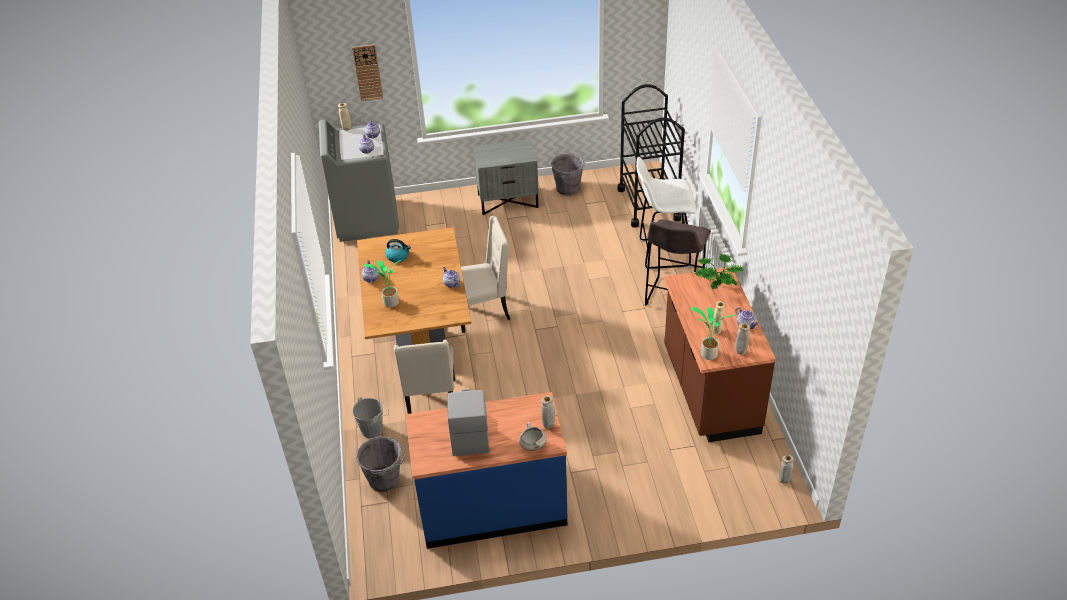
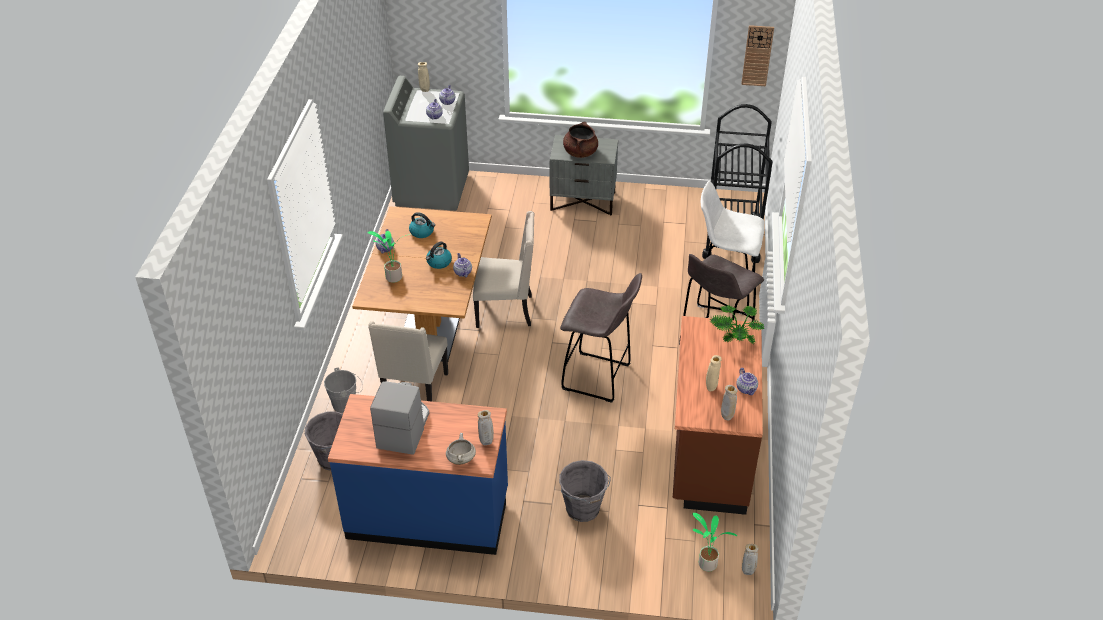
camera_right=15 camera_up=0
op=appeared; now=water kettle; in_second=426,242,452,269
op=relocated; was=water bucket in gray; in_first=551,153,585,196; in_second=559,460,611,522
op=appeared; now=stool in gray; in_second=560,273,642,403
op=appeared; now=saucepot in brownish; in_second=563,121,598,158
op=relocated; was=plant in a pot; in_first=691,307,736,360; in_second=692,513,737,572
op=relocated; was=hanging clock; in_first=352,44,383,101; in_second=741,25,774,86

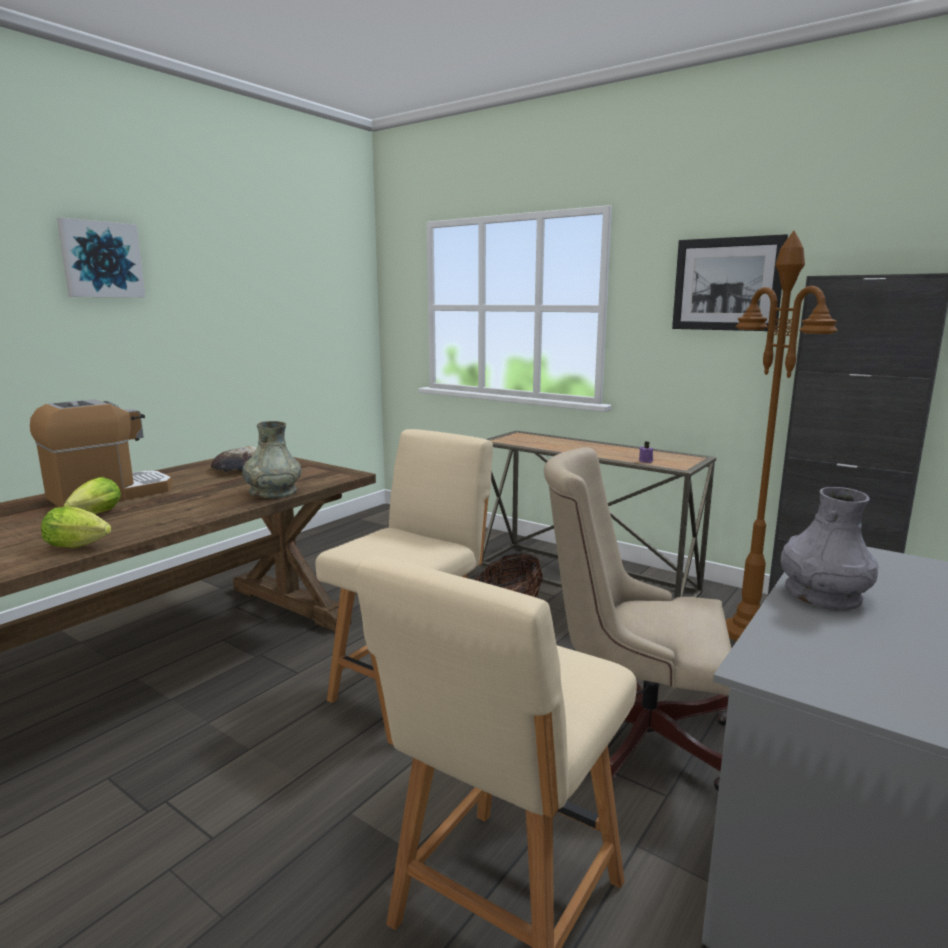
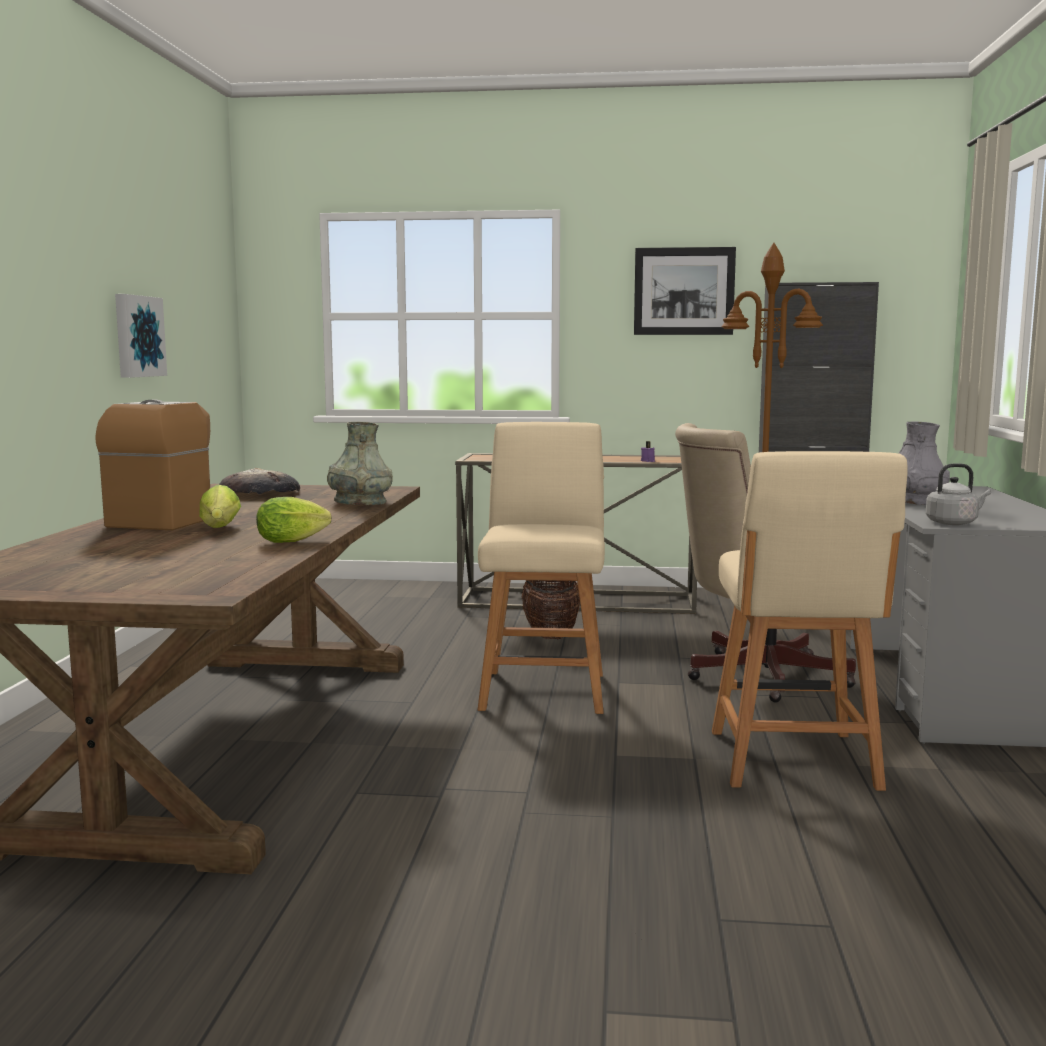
camera_right=-30 camera_up=-5
op=relocated; was=wall art; in_first=57,218,146,297; in_second=115,294,167,378
op=appeared; now=water kettle in gray; in_second=926,463,991,525

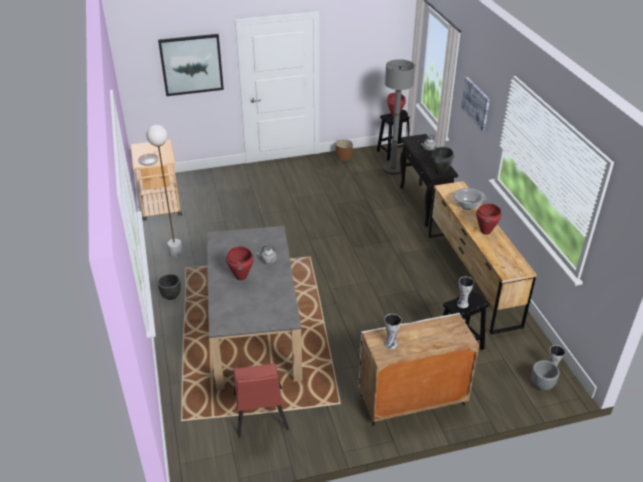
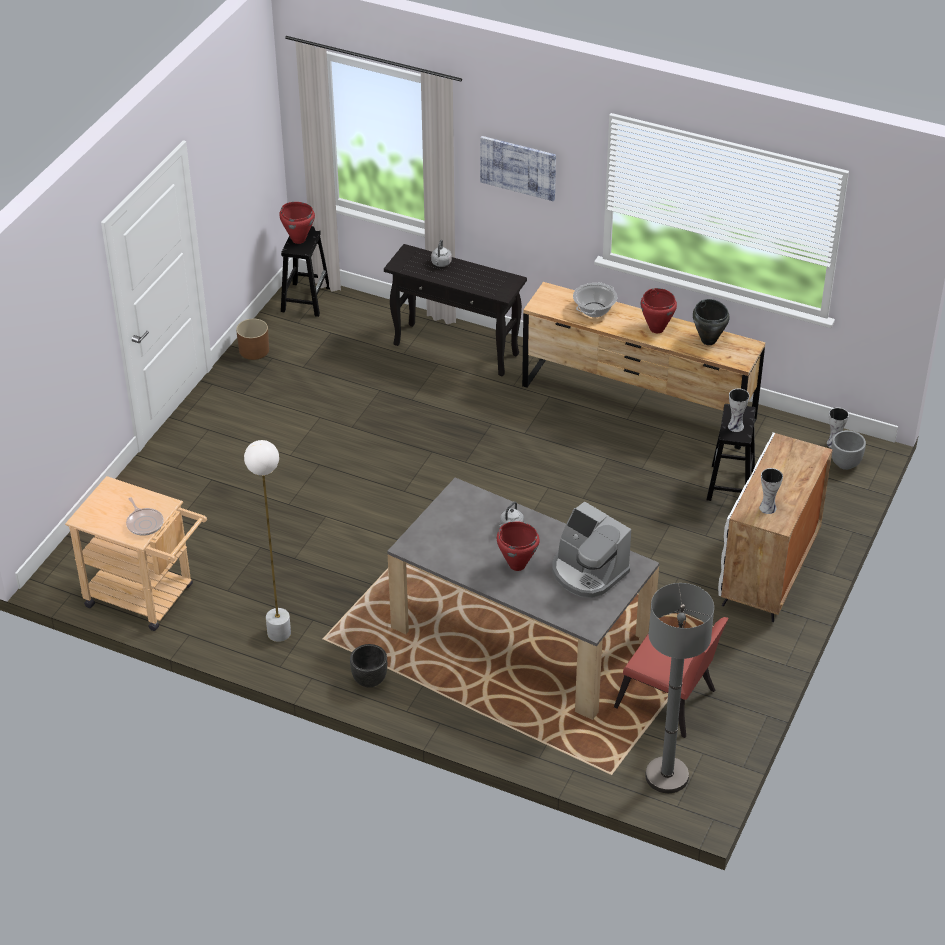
camera_right=-50 camera_up=5
op=appeared; now=coffee brewer; in_second=552,501,631,598
op=relocated; was=standing lamp in gray; in_first=383,59,415,175; in_second=645,583,714,793
op=relocated; was=saucepot in blackish; in_first=432,147,454,175; in_second=693,299,730,345
op=missing; was=wall art; in_first=158,34,224,96

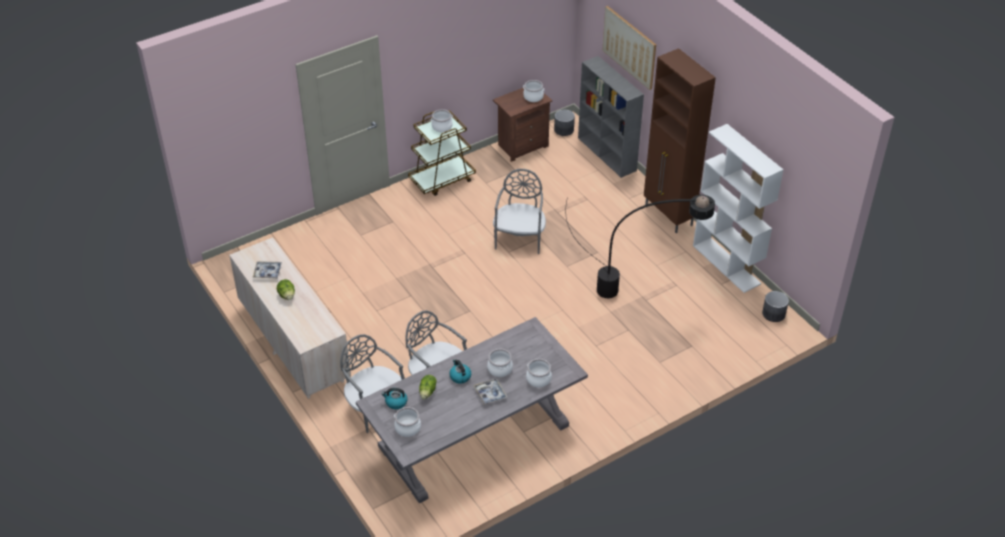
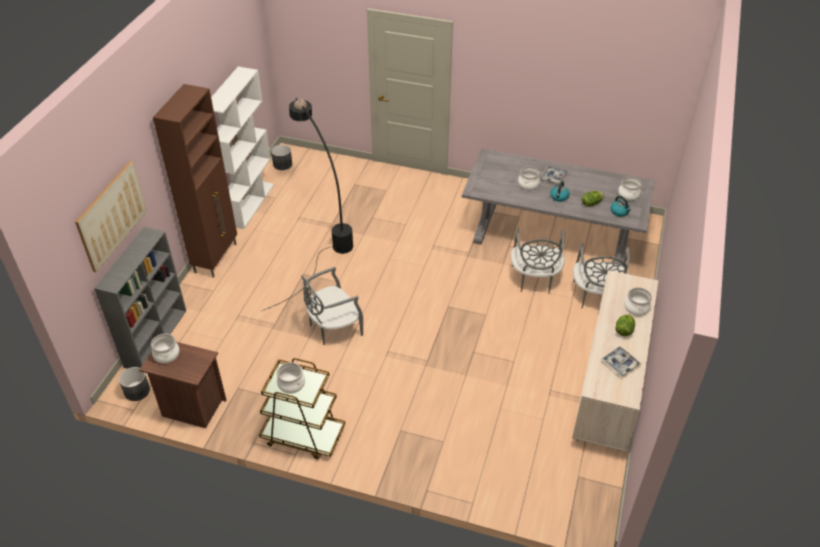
camera_right=-130 camera_up=0
op=relocated; was=saucepot; in_first=526,359,552,387; in_second=624,287,652,316

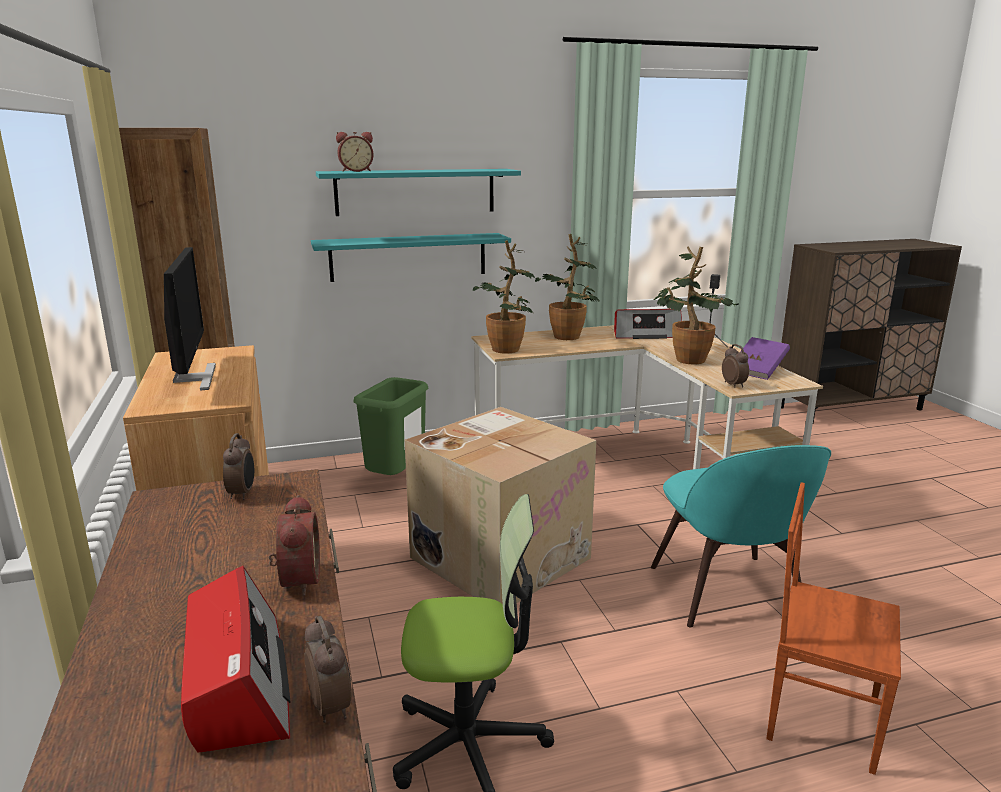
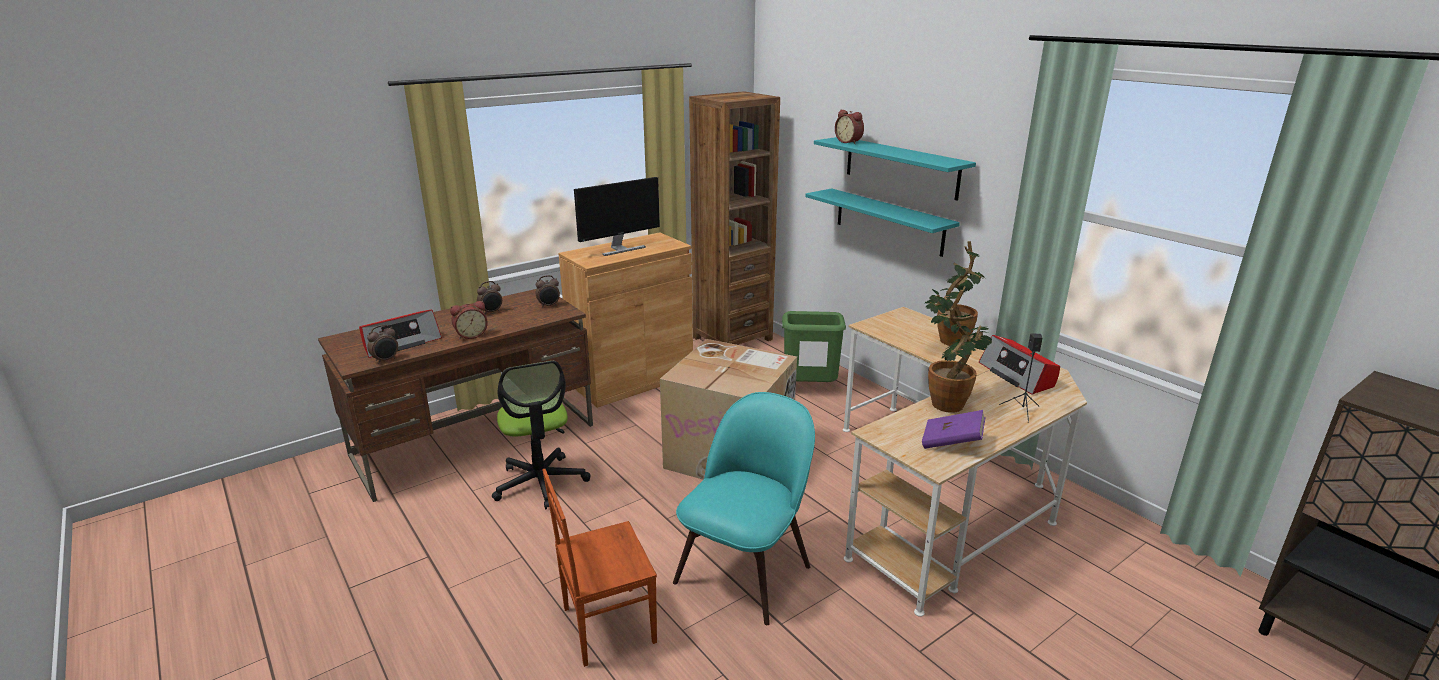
camera_right=70 camera_up=5
op=relocated; was=table clock; in_first=722,344,749,388; in_second=477,281,502,315
op=spun; was=chair in brownish; in_first=766,482,901,775; in_second=542,469,657,667; clockwise=-120
op=spun; was=chair in turquoise; in_first=651,445,831,627; in_second=673,392,815,625; clockwise=150
op=missing; was=plant in a pot; in_first=473,240,535,354

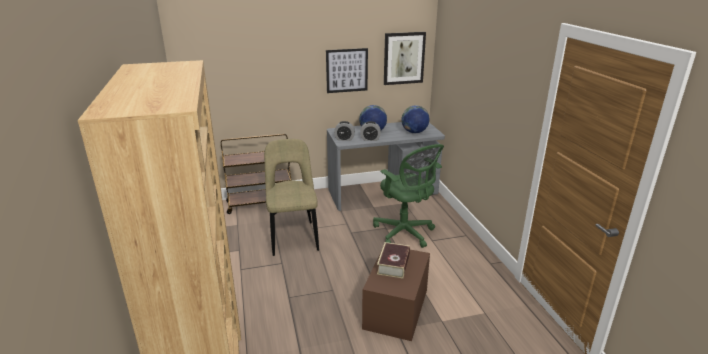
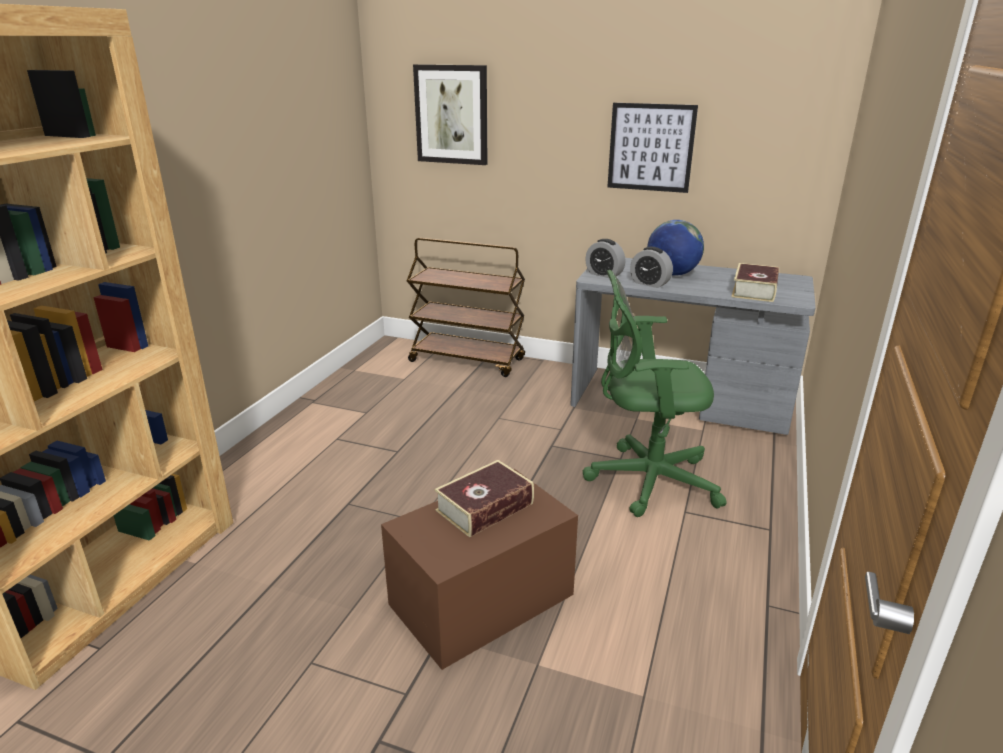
camera_right=35 camera_up=0
op=relocated; was=wall art; in_first=384,32,426,85; in_second=413,64,488,165
op=spun; was=office chair in green; in_first=373,144,444,248; in_second=583,270,727,517; clockwise=90
op=exchanged; was=globe; now=bound book; in_first=401,105,429,133; in_second=731,263,779,302
op=missing; was=chair in sand-coloured; in_first=264,139,319,256

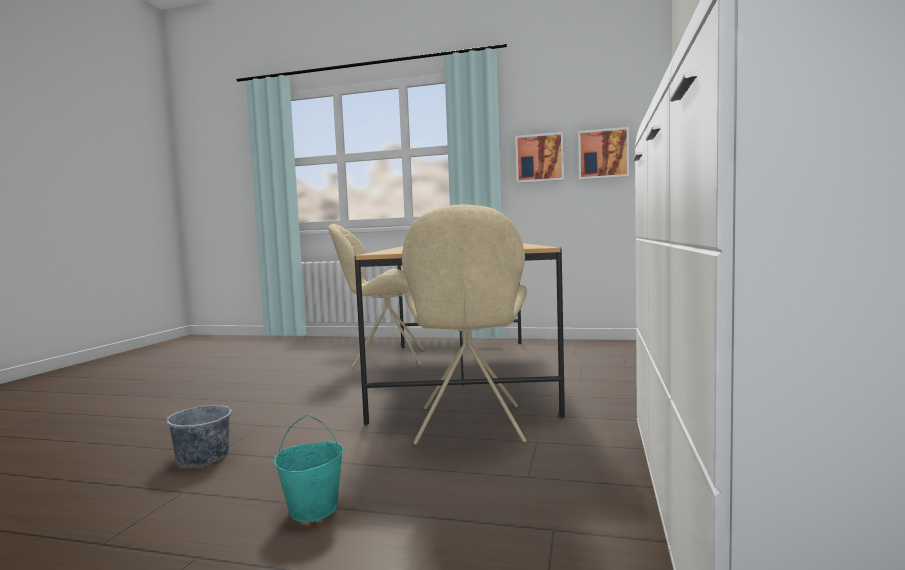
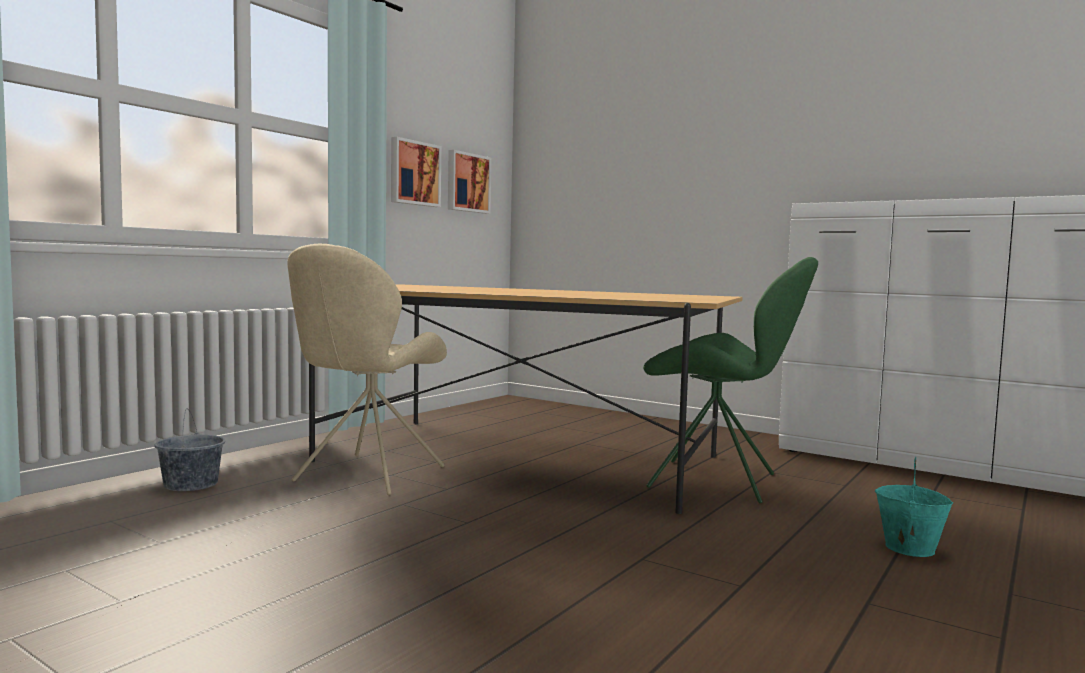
camera_right=-70 camera_up=0
op=relocated; was=water bucket in gray; in_first=166,381,232,467; in_second=154,408,225,491
op=colour; was=chair in sand-coloured; now=chair in green; in_first=402,204,527,445; in_second=643,257,818,503

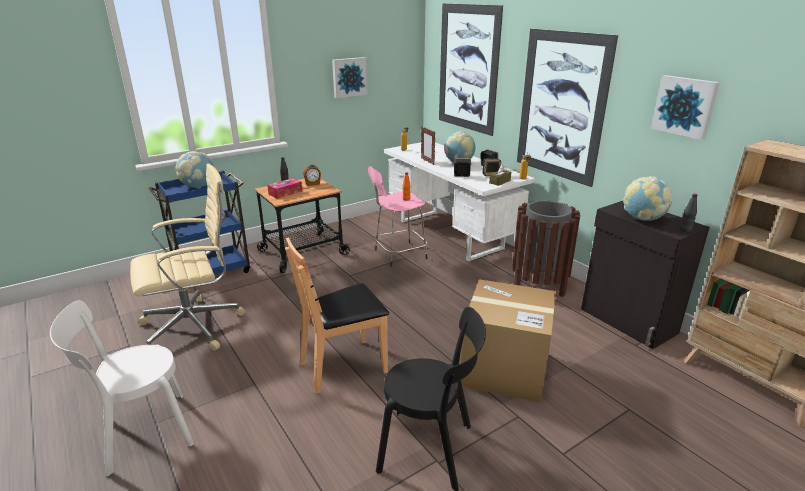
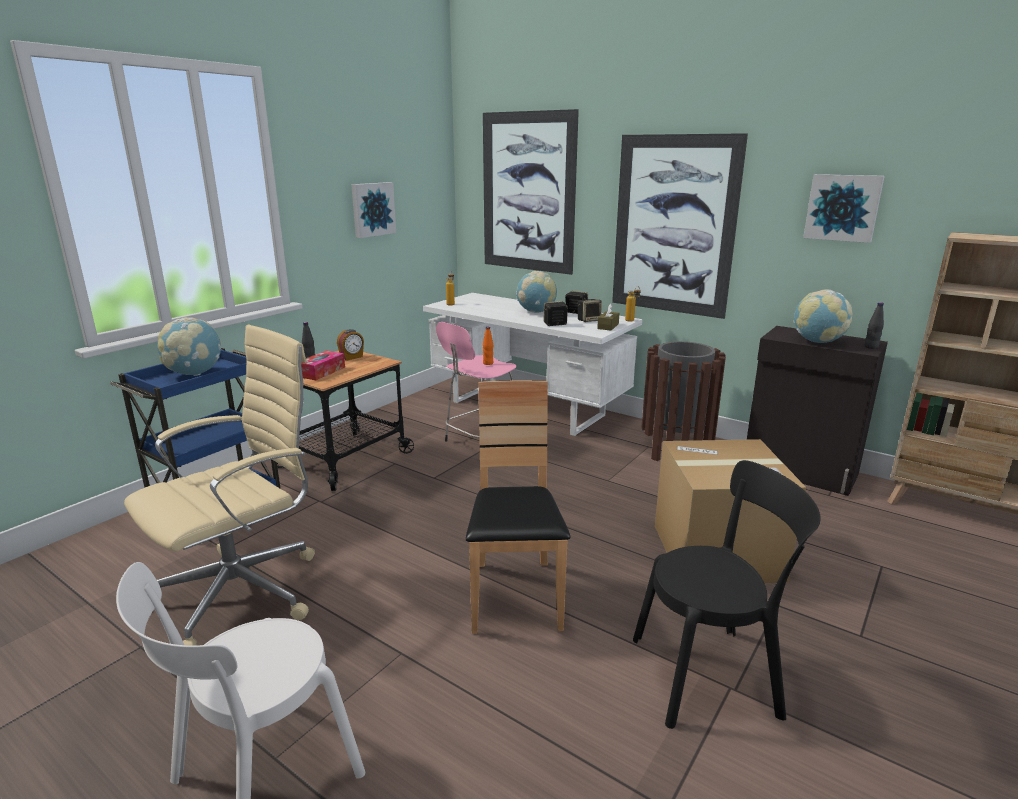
camera_right=-20 camera_up=-5
op=spun; was=chair in brownish; in_first=285,237,389,394; in_second=466,380,571,634; clockwise=135
op=missing; was=standing frame; in_first=421,127,436,165

